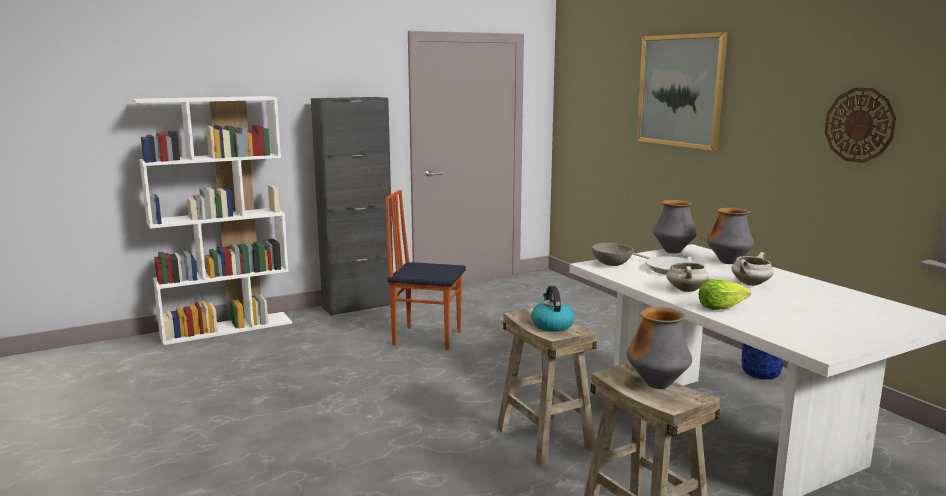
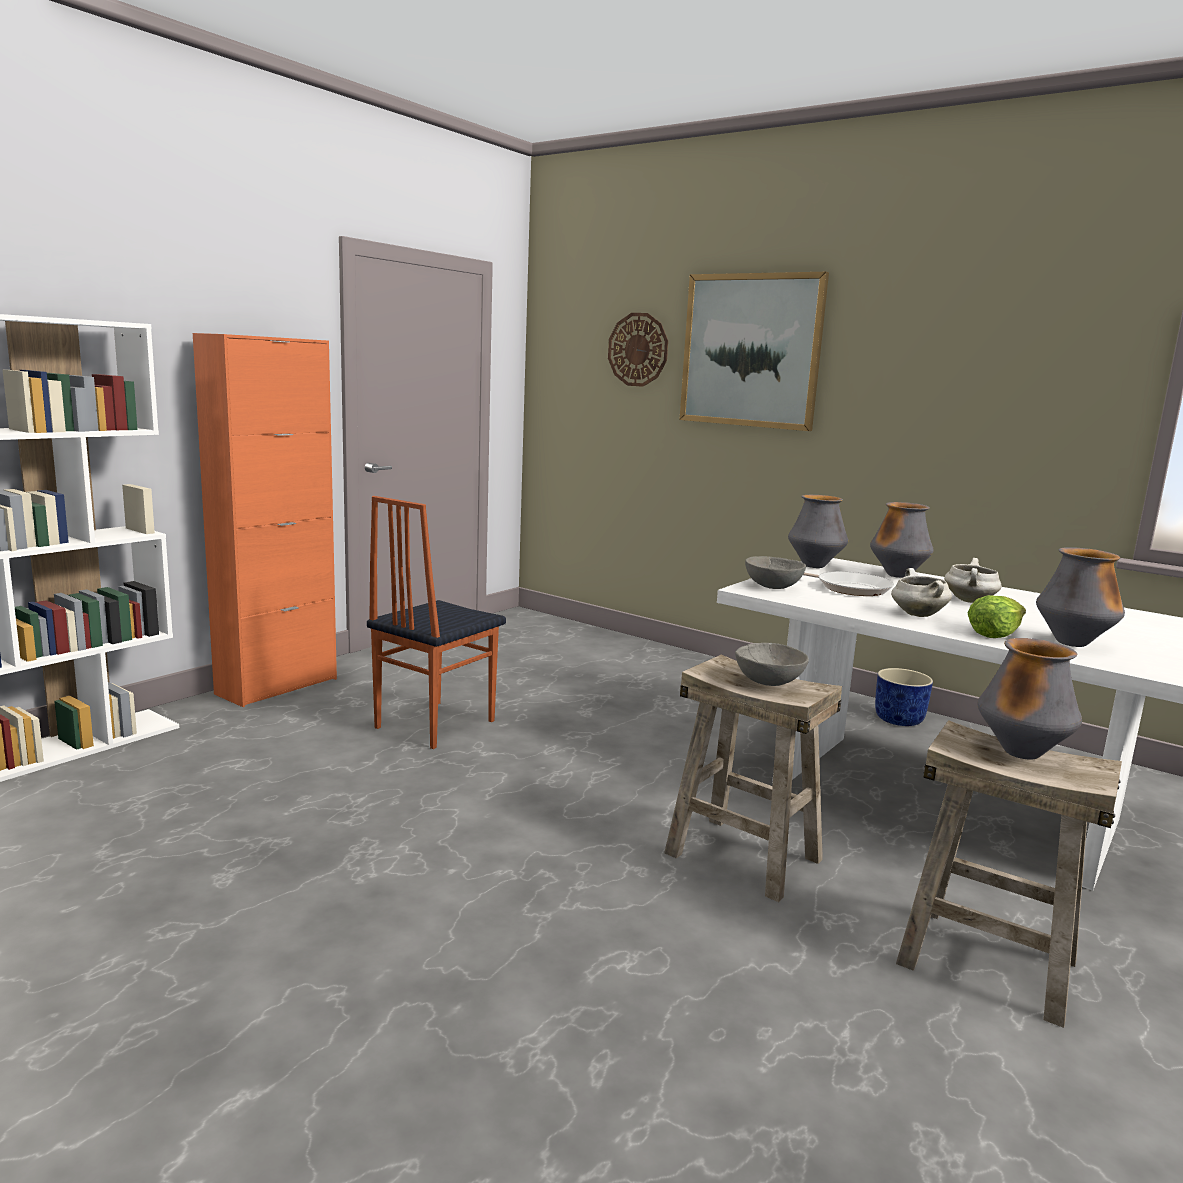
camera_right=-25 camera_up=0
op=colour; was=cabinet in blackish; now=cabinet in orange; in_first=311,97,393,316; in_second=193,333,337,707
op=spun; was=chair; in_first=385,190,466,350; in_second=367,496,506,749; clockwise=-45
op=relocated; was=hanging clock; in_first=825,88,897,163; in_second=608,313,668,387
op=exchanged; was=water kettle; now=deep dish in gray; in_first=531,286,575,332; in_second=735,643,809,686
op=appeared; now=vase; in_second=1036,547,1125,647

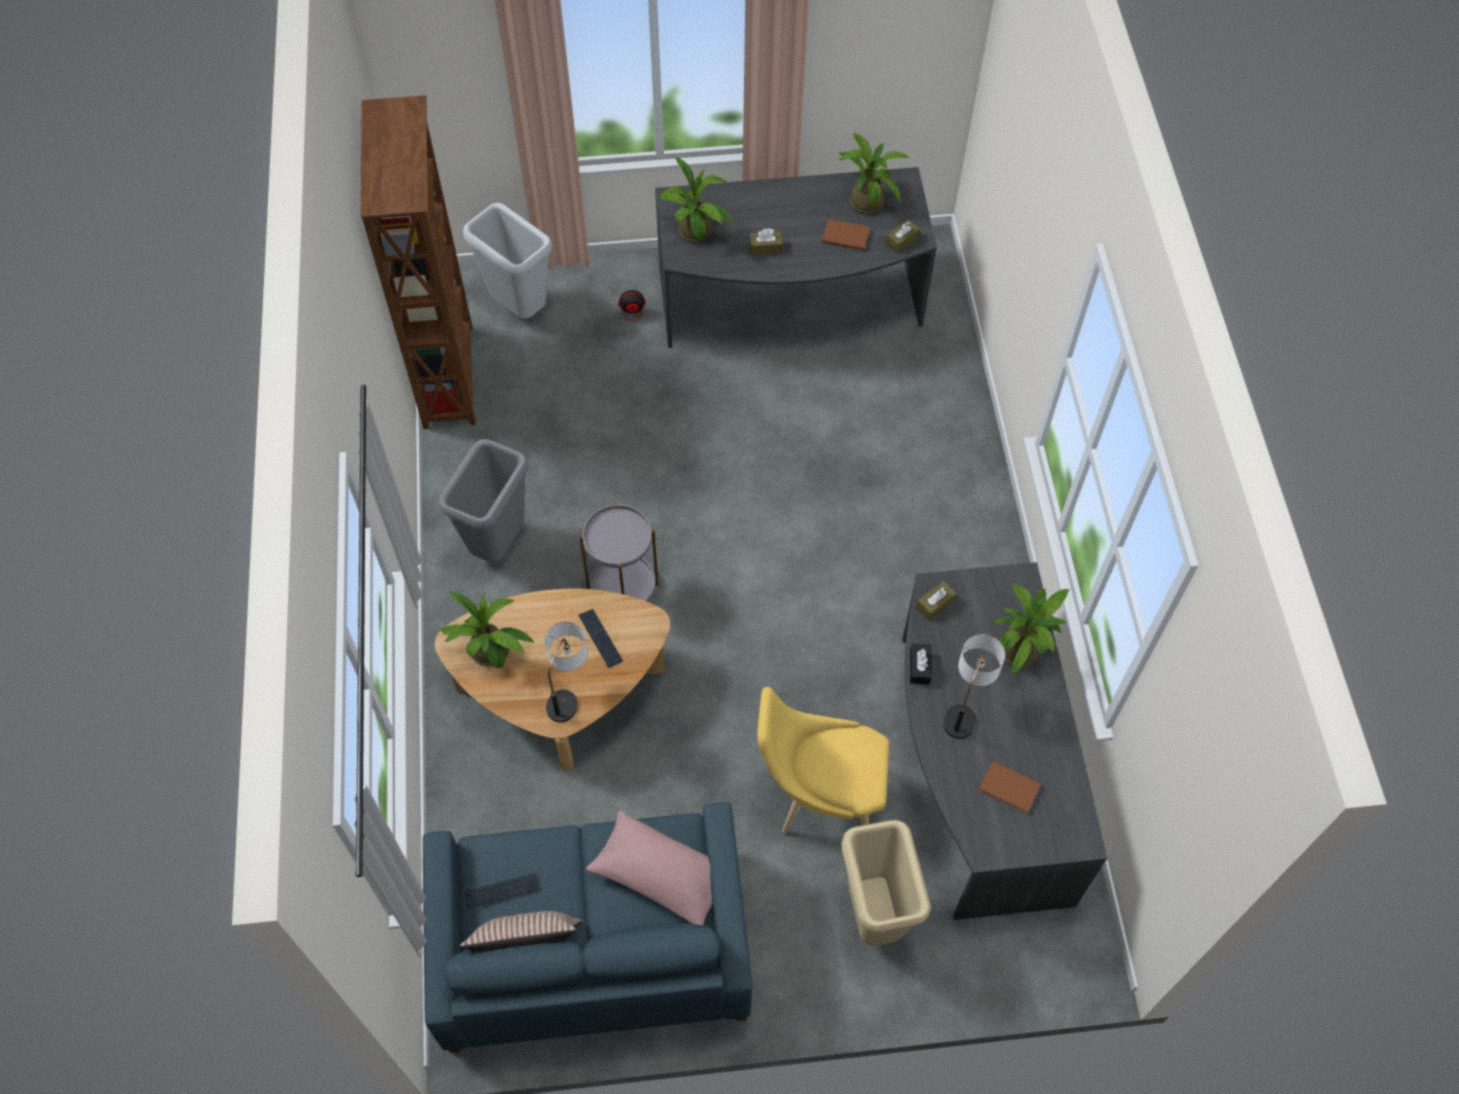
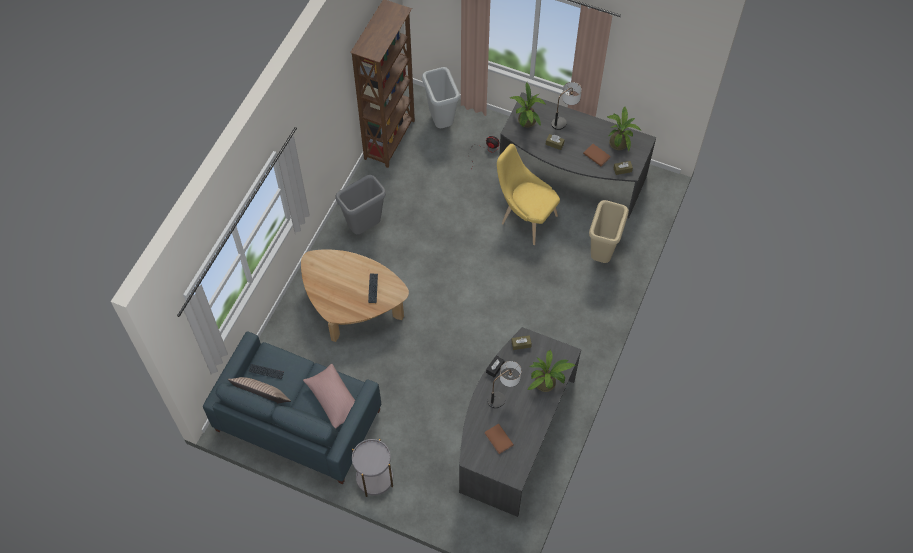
camera_right=30 camera_up=0
op=relocated; was=accent table in gray; in_first=579,502,658,602; in_second=352,439,393,497
op=relocated; was=chair in yellow; in_first=757,687,889,834; in_second=497,144,560,245
op=relocated; was=tabletop lamp; in_first=545,622,588,722; in_second=551,82,582,130
op=relocated; was=rubbish bin in sand-coloured; in_first=842,820,931,946; in_second=589,200,629,263
op=missing; was=plant in a pot; in_first=440,591,535,668

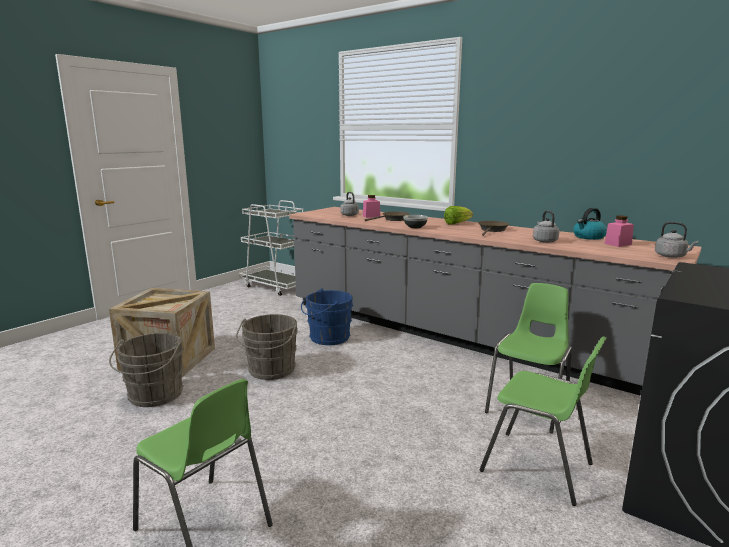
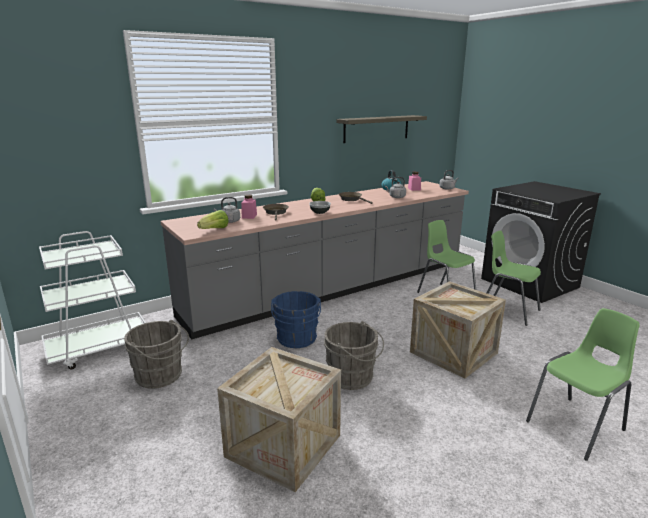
camera_right=-70 camera_up=5
op=relocated; was=water bucket in gray; in_first=109,333,184,407; in_second=124,320,189,389
op=appeared; now=lettuce head; in_second=197,210,229,229
op=appeared; now=bracket shelf; in_second=336,115,427,143
op=appeared; now=shipping crate; in_second=410,281,506,379
op=spun; was=chair in green; in_first=480,336,607,506; in_second=487,231,541,326; clockwise=-105

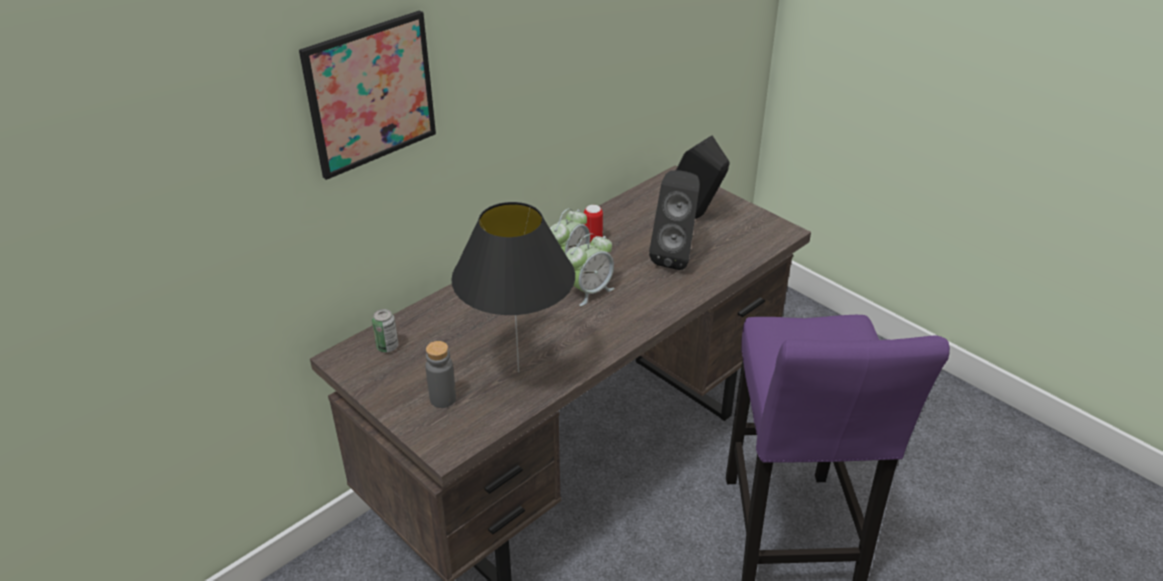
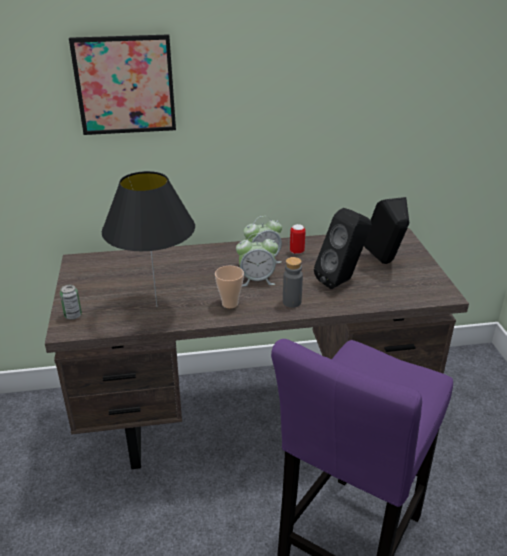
camera_right=35 camera_up=-5
op=relocated; was=metal can; in_first=372,309,398,353; in_second=60,285,82,320
op=appeared; now=drinking cup; in_second=215,266,244,308
op=relocated; was=drink bottle in gray; in_first=425,341,456,408; in_second=283,257,303,308

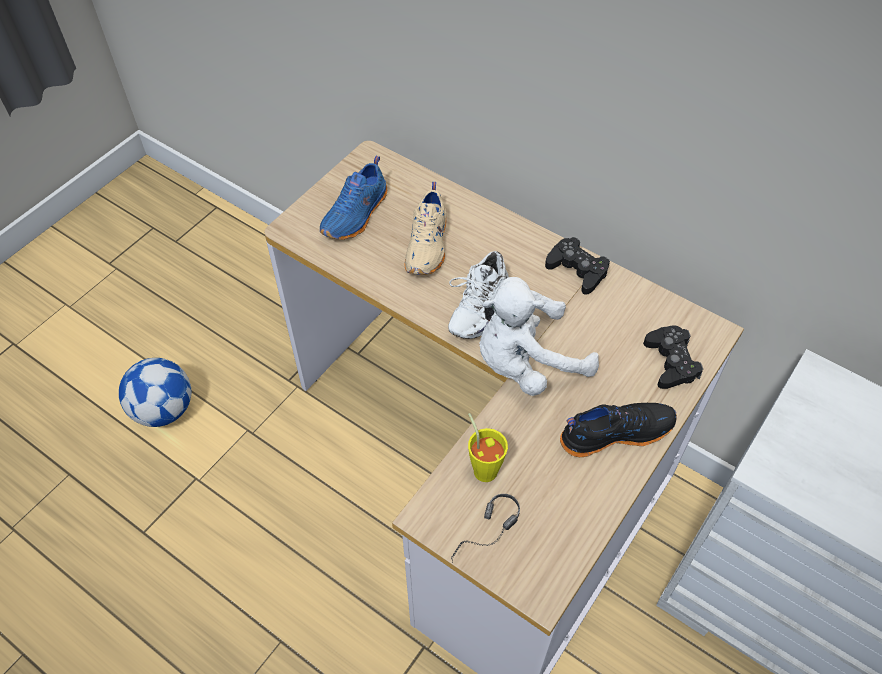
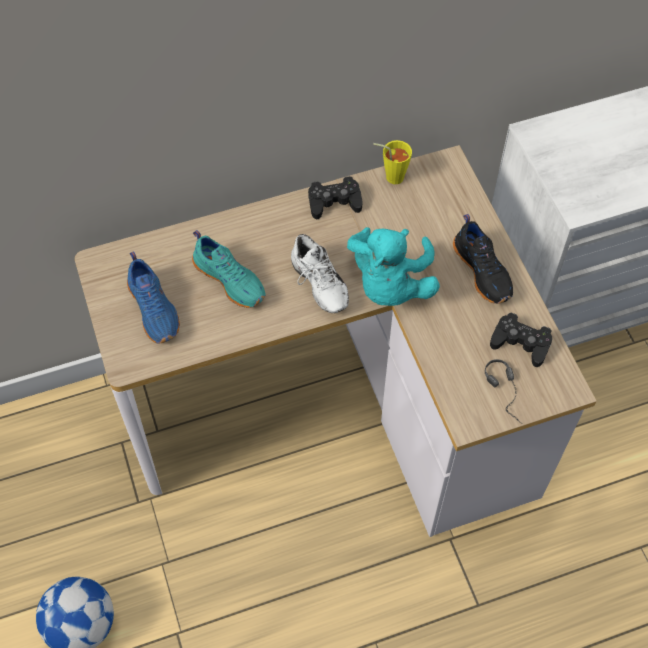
camera_right=-55 camera_up=5
op=colour; was=item of footwear in sand-coloured; now=item of footwear in turquoise; in_first=404,182,446,275; in_second=192,230,266,308
op=colour; was=plush toy in white; now=plush toy in turquoise; in_first=480,277,599,396; in_second=347,227,440,306
op=relocated; was=drinking cup in yellow; in_first=468,413,508,482; in_second=373,140,412,184
op=spun; was=item of footwear in blackish; in_first=560,403,677,457; in_second=453,214,513,304; clockwise=135
op=relocated; was=gamepad in blackish; in_first=643,325,703,389; in_second=490,313,552,367

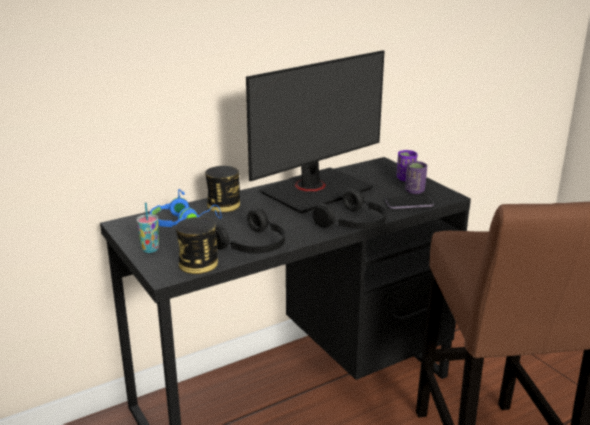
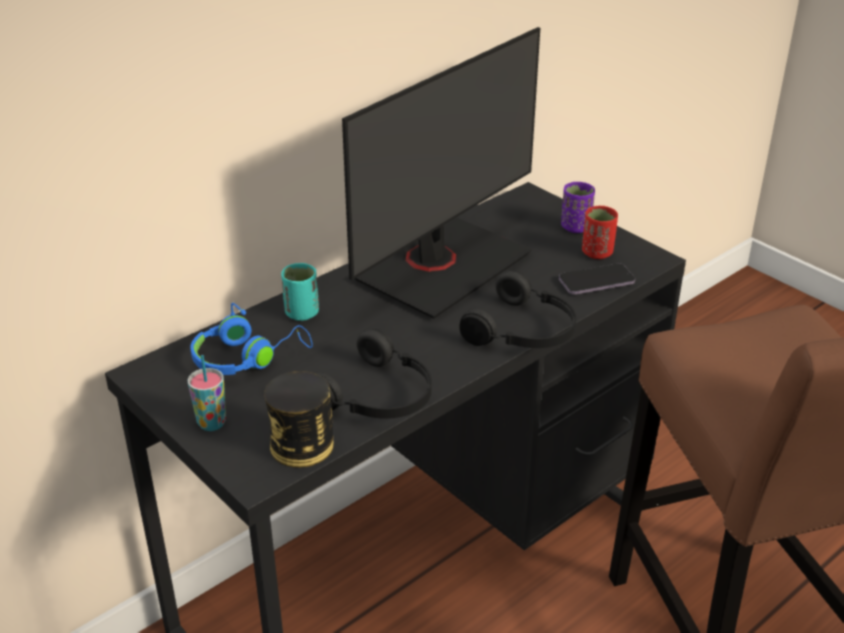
camera_right=-10 camera_up=10
op=exchanged; was=metal can; now=drinking cup in turquoise; in_first=205,166,240,212; in_second=281,263,319,321
op=colour; was=drinking cup in purple-coloured; now=drinking cup in reddish; in_first=405,161,427,194; in_second=582,206,618,259

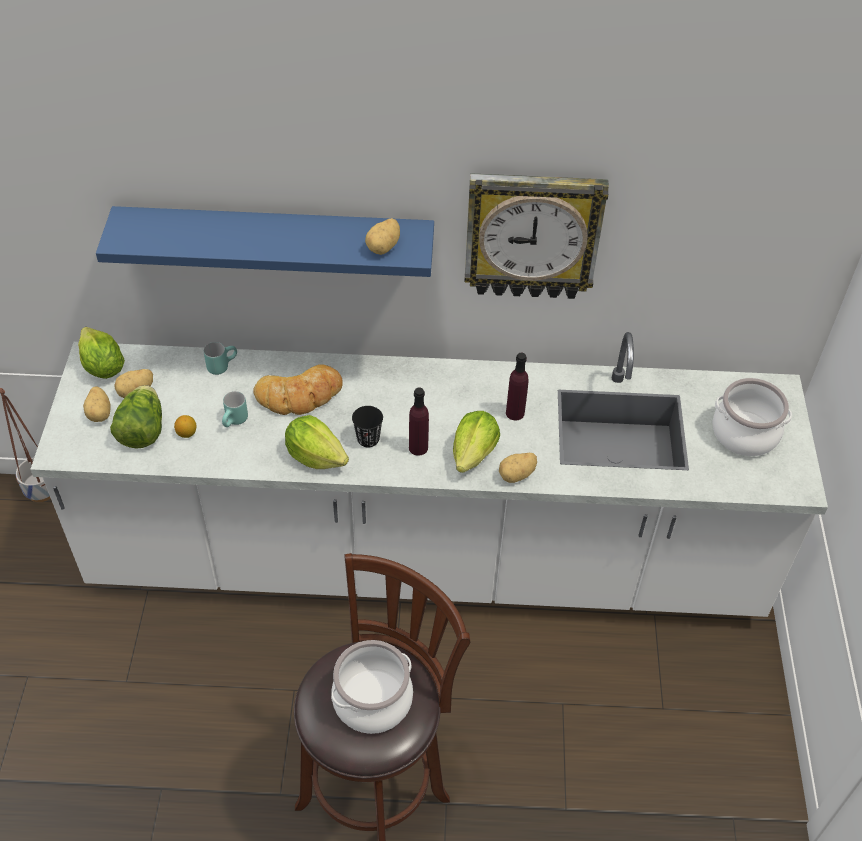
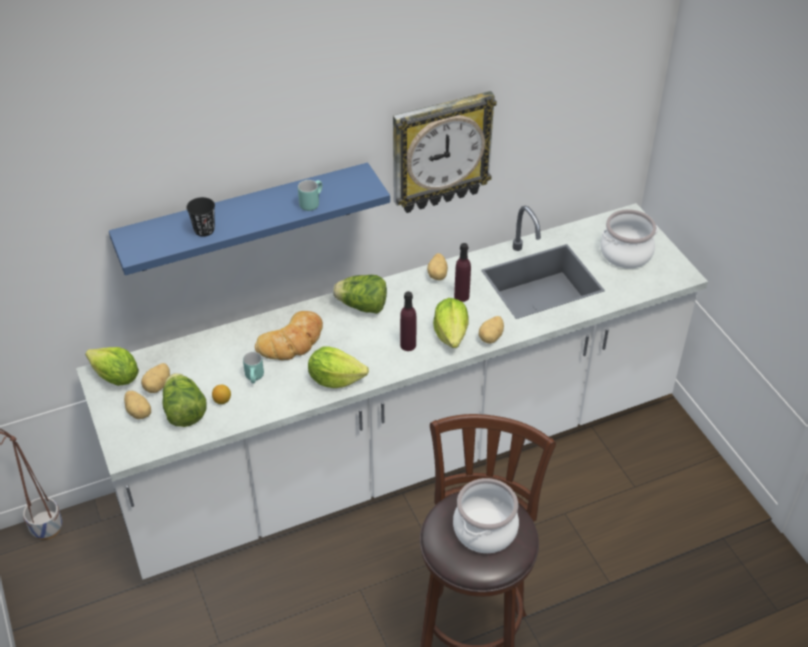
camera_right=-25 camera_up=-5
op=relocated; was=drinking cup in blackish; in_first=352,406,383,448; in_second=186,197,215,237
op=relocated; was=tea mug in turquoise; in_first=204,342,237,375; in_second=298,180,322,211
op=appeared; now=lettuce head; in_second=333,275,387,314
op=relocated; was=whole potato; in_first=365,218,400,255; in_second=427,253,448,280

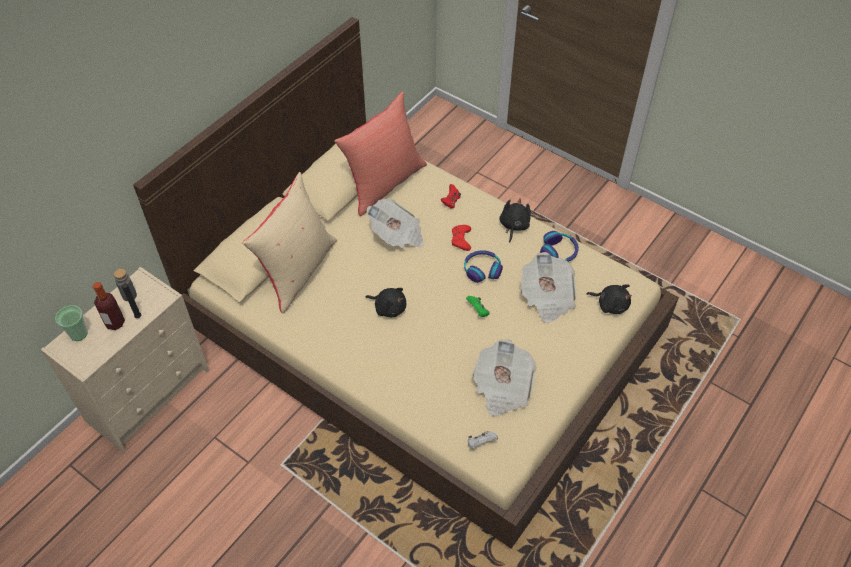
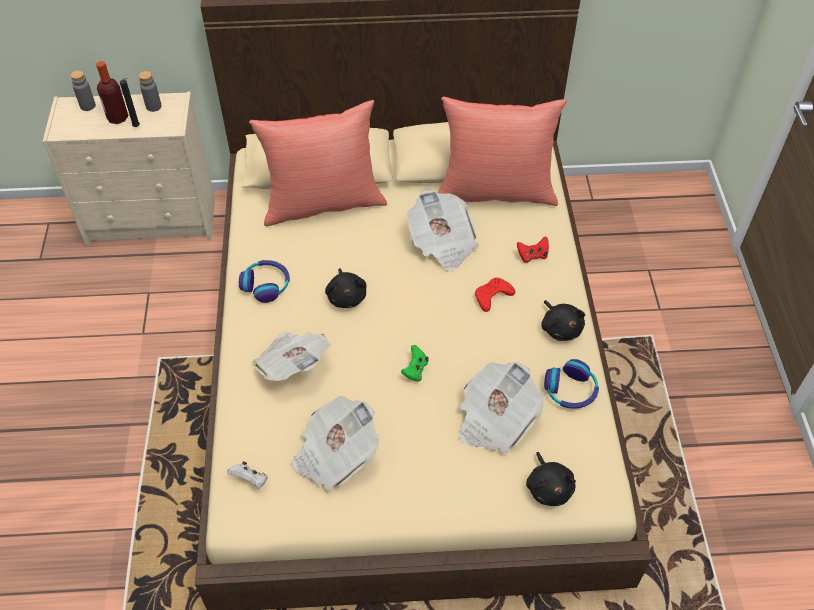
camera_right=50 camera_up=0
op=exchanged; was=drinking cup; now=drink bottle in gray; in_first=55,305,87,341; in_second=70,70,96,111
op=relocated; was=headphones; in_first=464,250,503,283; in_second=239,260,290,303
op=colour; was=cushion in sand-coloured; now=cushion in reddish; in_first=242,172,337,313; in_second=249,100,387,226
op=appeared; now=printed paper; in_second=253,332,331,381
op=spun; was=plush toy in blackish; in_first=499,198,531,242; in_second=542,300,585,341; clockwise=90

